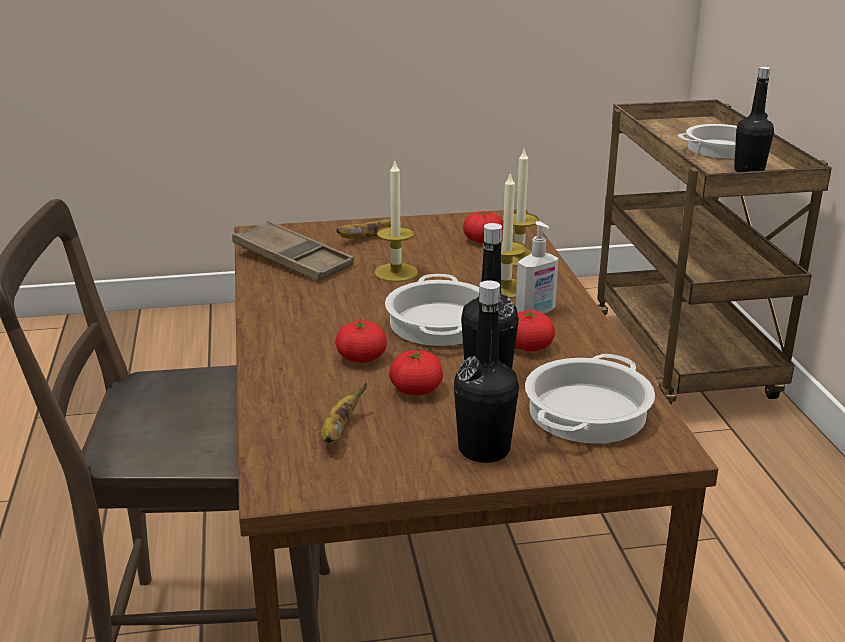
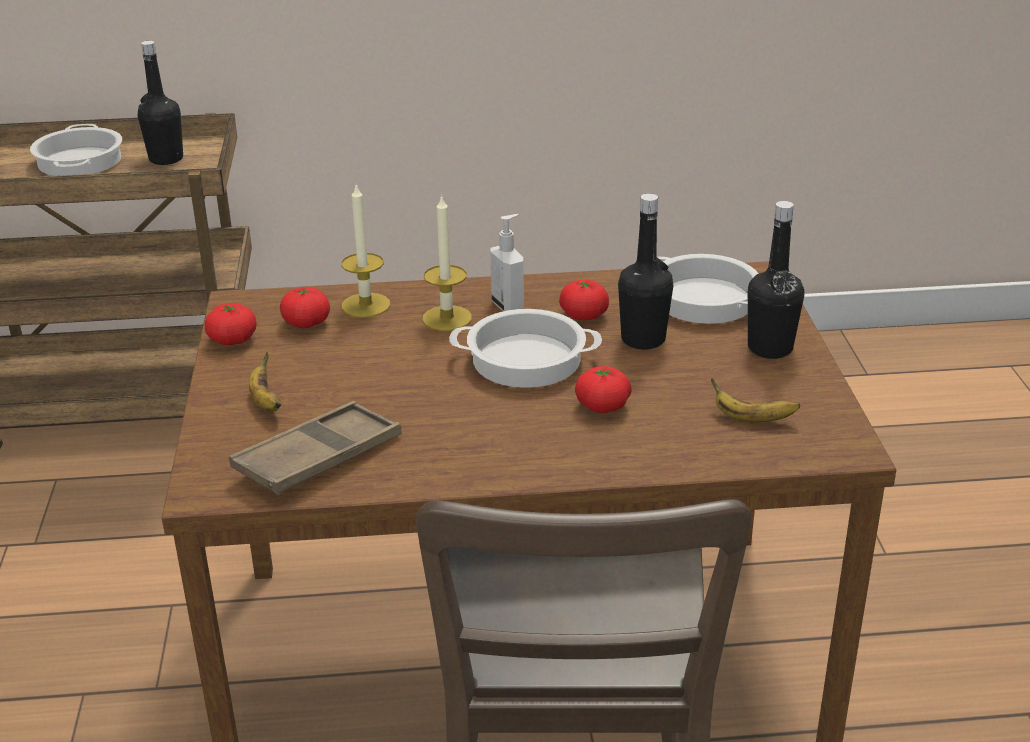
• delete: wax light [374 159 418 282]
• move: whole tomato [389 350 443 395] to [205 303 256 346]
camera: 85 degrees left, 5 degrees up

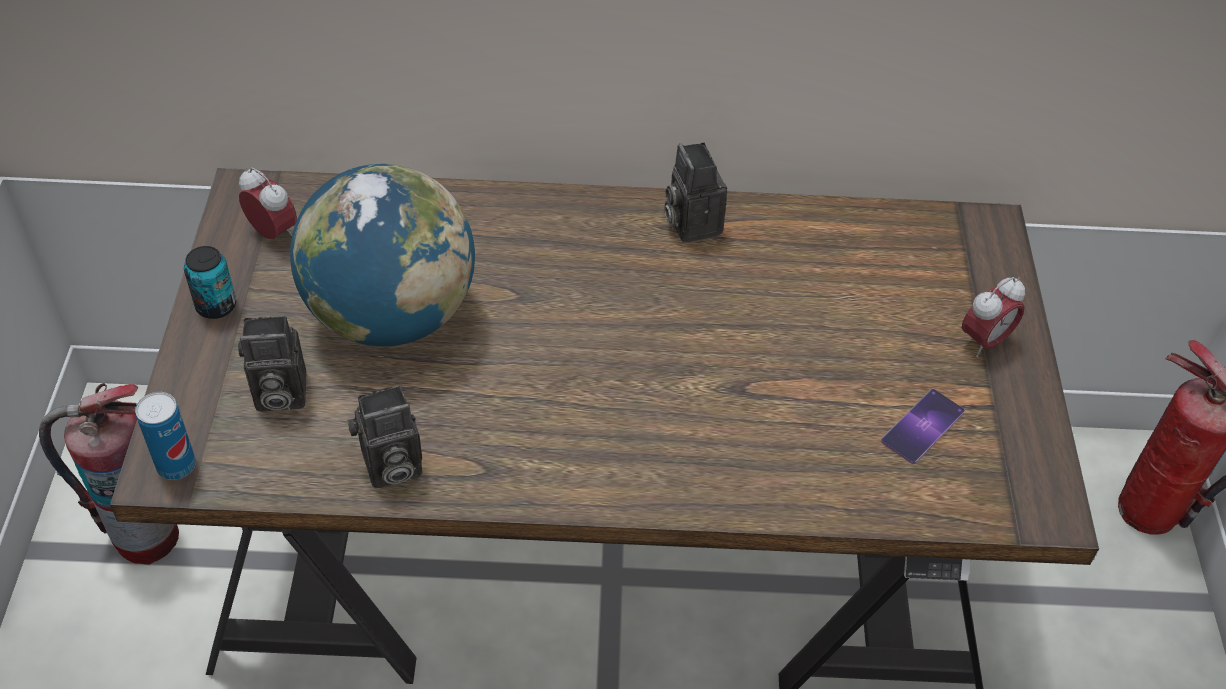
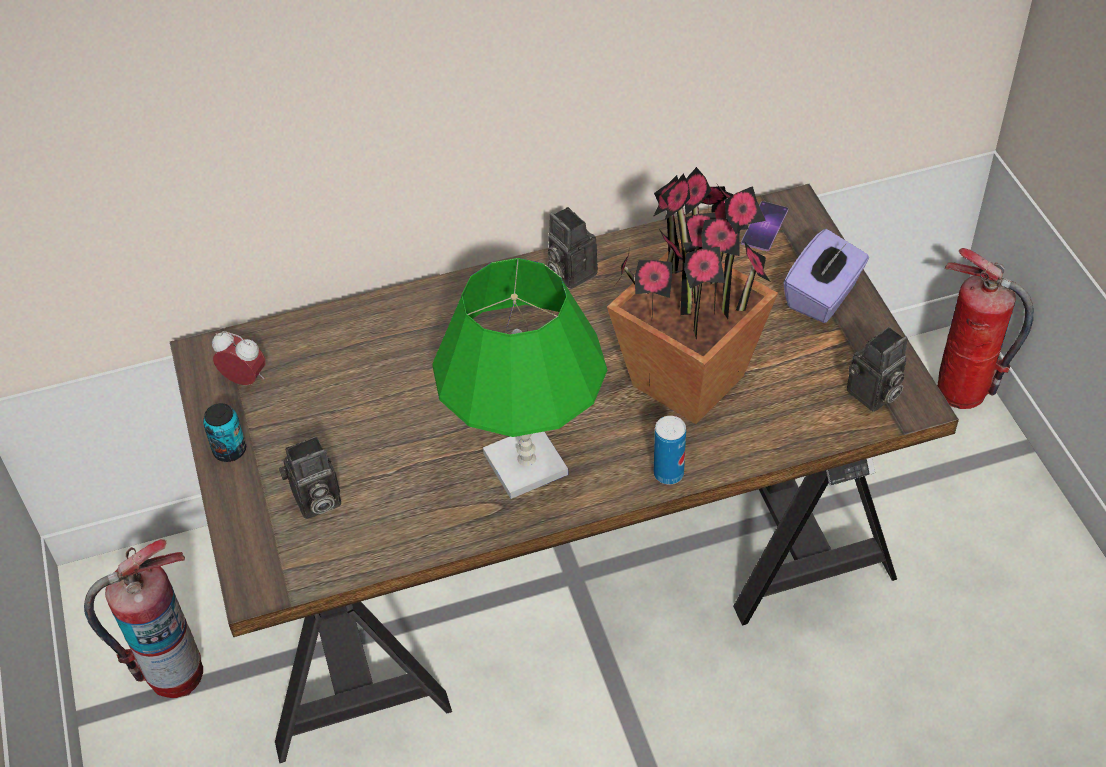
• delete: globe [290 164 475 347]
• insert: table lamp in green [432 258 607 499]
• insert: plant in a pot [607 167 778 424]
• move: sealed can [135 392 196 480] to [654 416 686 485]
• move: still camera [348 385 422 488] to [847 327 908 412]
• move: handset [881 389 965 464] to [741 201 788 251]
• replace: bedside clock [962 277 1025 357] to tissue holder in purple [783 229 869 323]
camera: 15 degrees left, 0 degrees up

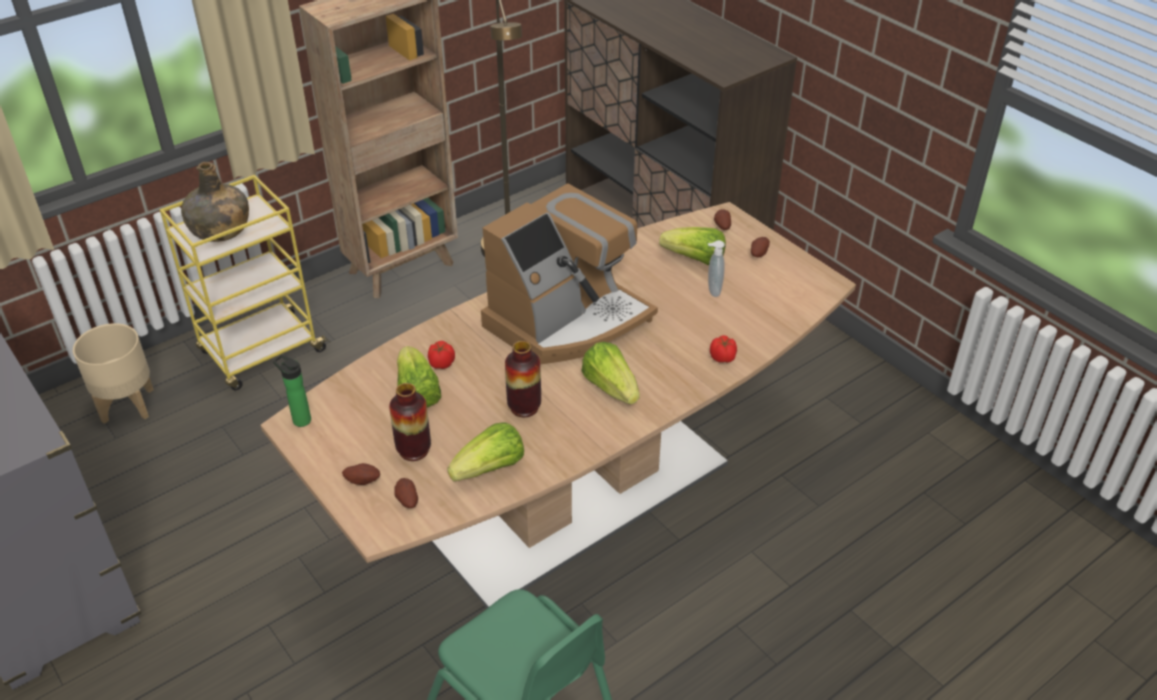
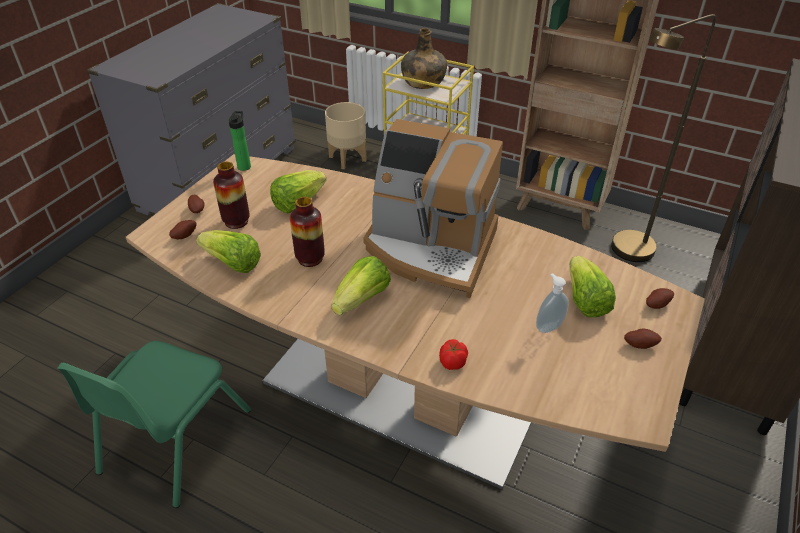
• delete: whole tomato [428 341 455 369]
camera: 65 degrees right, 0 degrees up

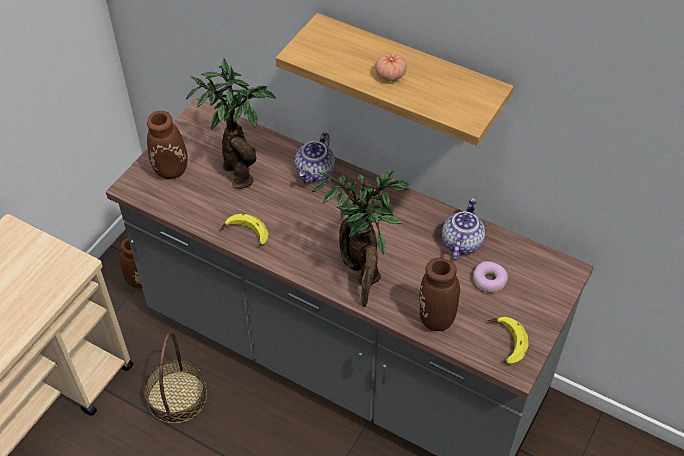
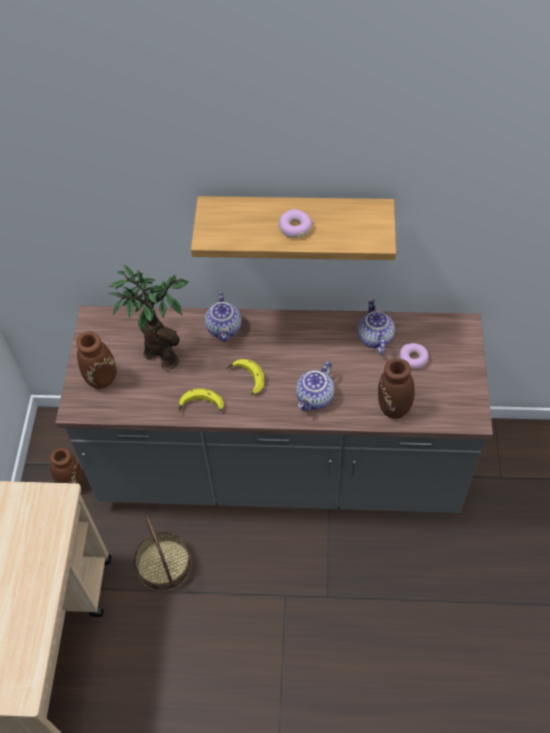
• move: banana fruit [488 317 529 364] to [226 359 264 394]
• replace: plant in a pot [312 170 409 307] to pot for tea [296 361 334 411]
• replace: whole tomato [375 53 407 81] to donut [279 209 312 238]
camera: 25 degrees left, 5 degrees up

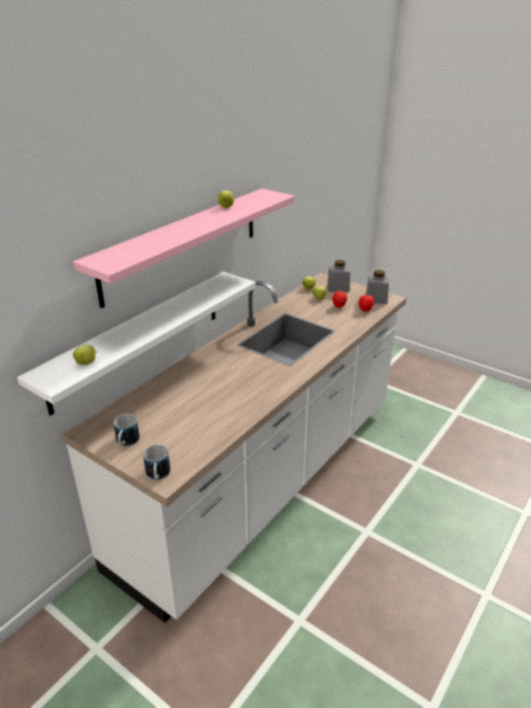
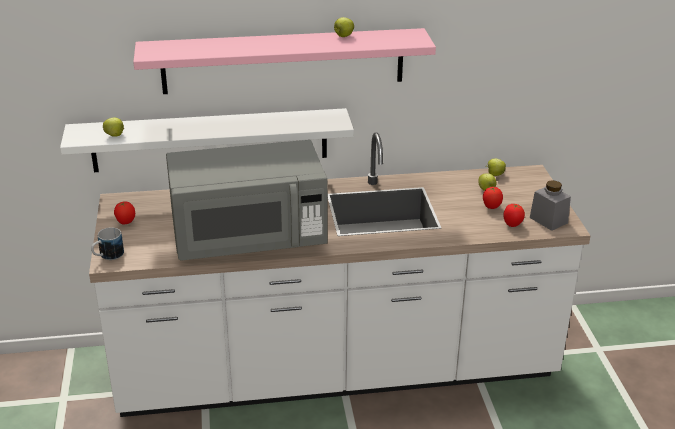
• delete: jar in grey [327 260 350 292]
• insert: microwave in grey [166 140 328 260]
• replace: coffee mug [114 414 140 446] to whole tomato [114 201 135 225]
camera: 45 degrees right, 0 degrees up

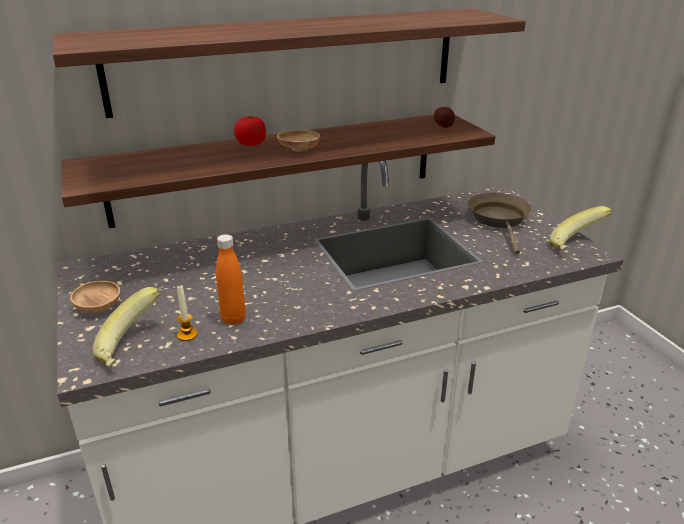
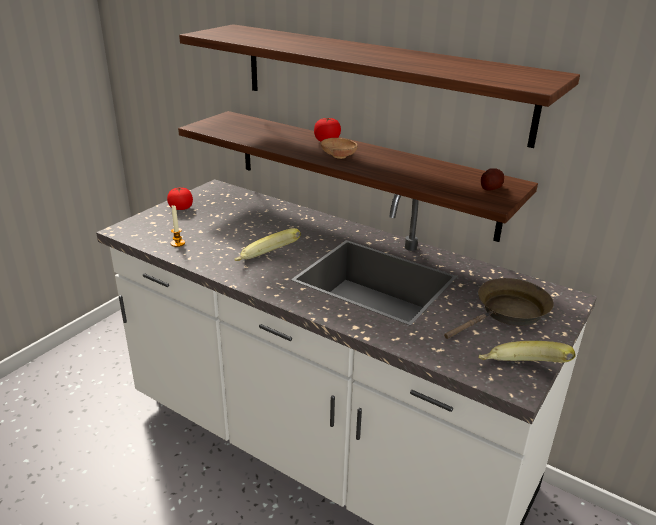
• delete: beverage bottle in orange-coloured [216 234 246 325]
• move: banana fruit [93 287 161 367] to [234 228 301 261]
• replace: bowl in brown-coloured [70 281 120 313] to whole tomato [167 187 193 210]
camera: 55 degrees right, 0 degrees up

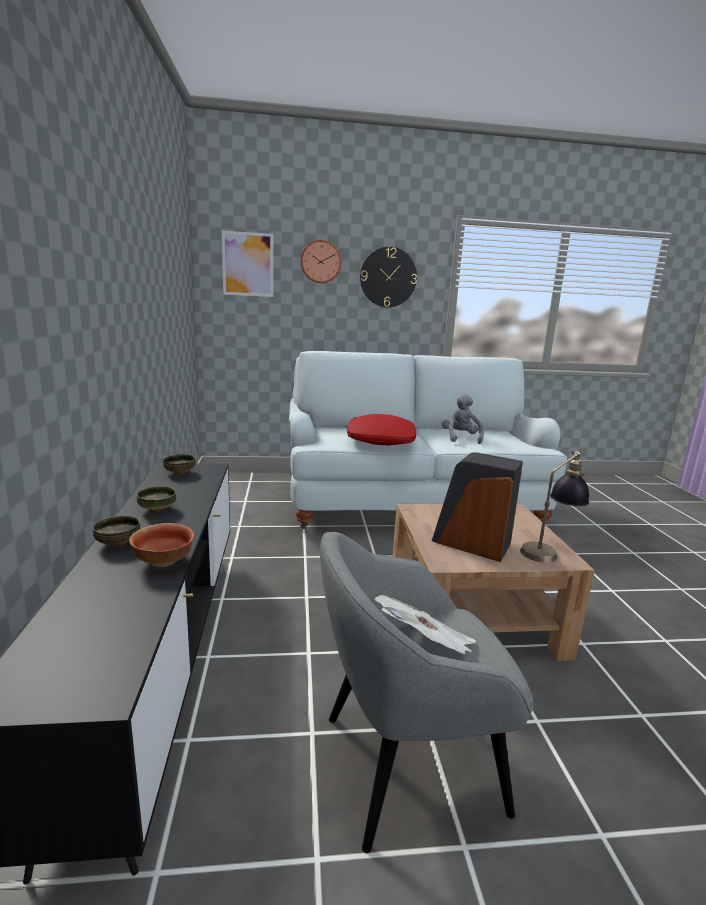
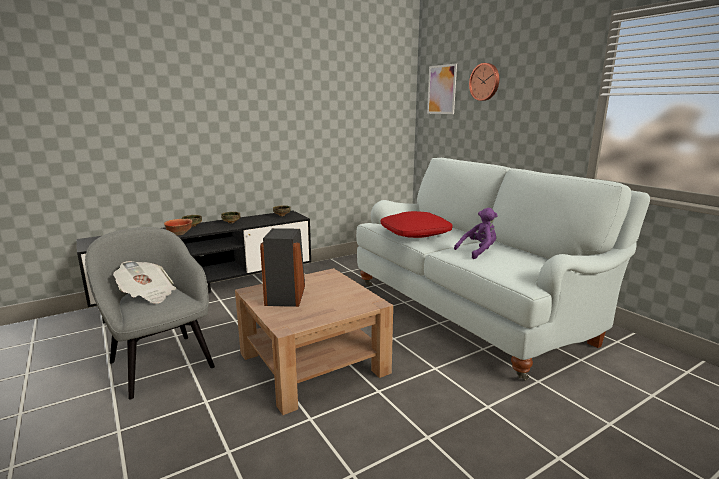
• delete: hanging clock [360 247 417 307]
• delete: table lamp [520 450 589 563]
• recolor: soft toy in grey [442 394 484 444] to soft toy in purple [454 208 498 259]
camera: 65 degrees right, 0 degrees up

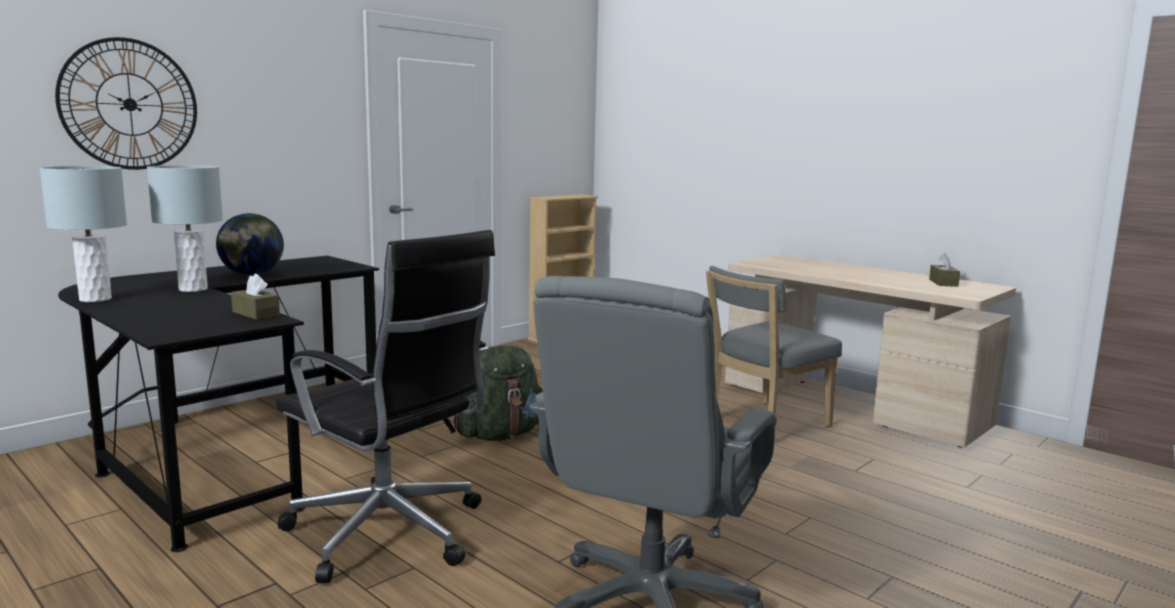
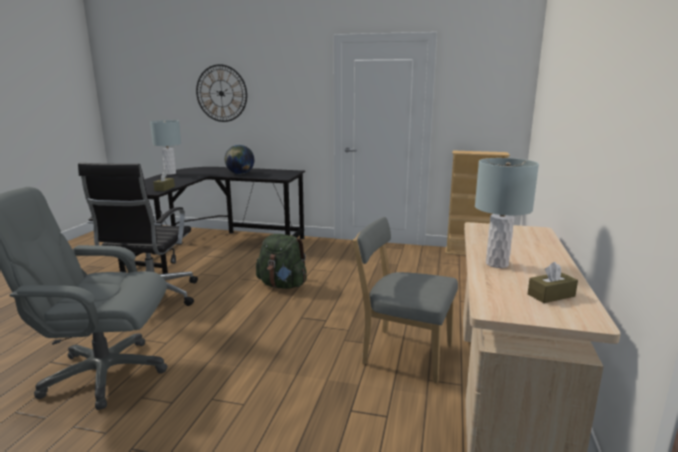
• move: table lamp in grey [147 165 223 292] to [475 158 539 268]
camera: 60 degrees right, 5 degrees up

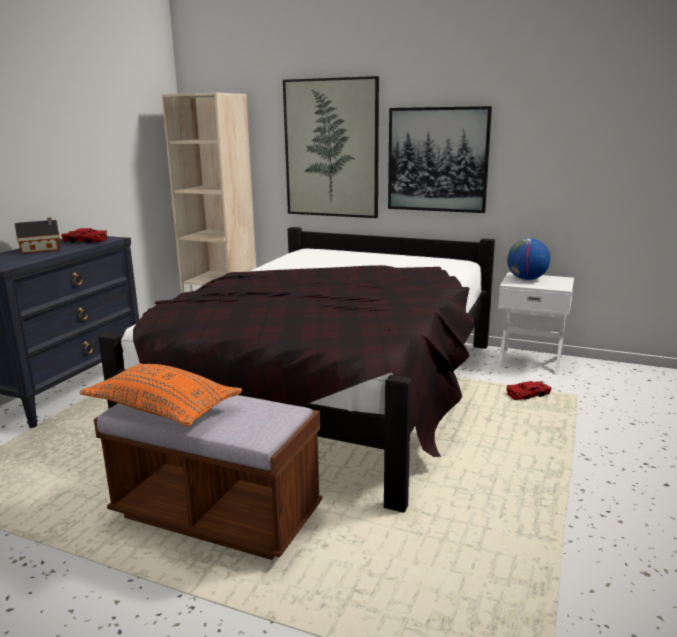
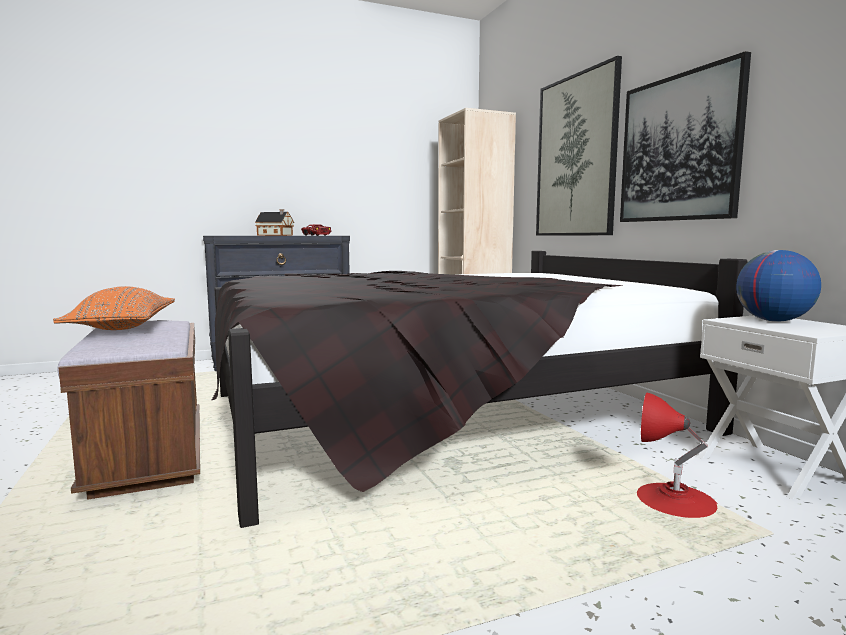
• replace: miniature car in red-coloured [506 381 552 400] to table lamp in red-coloured [637 392 717 518]
camera: 45 degrees right, 10 degrees down

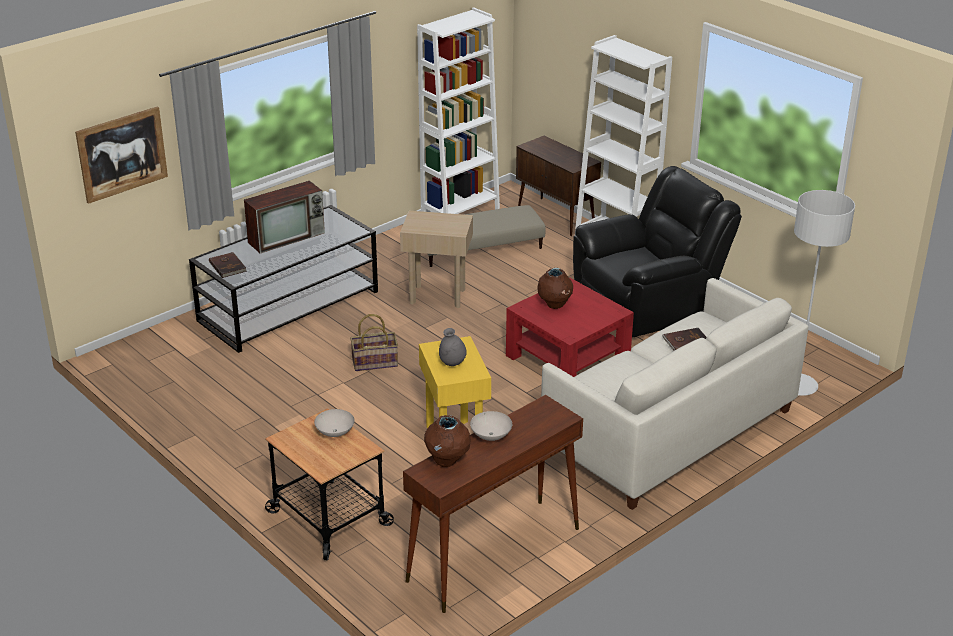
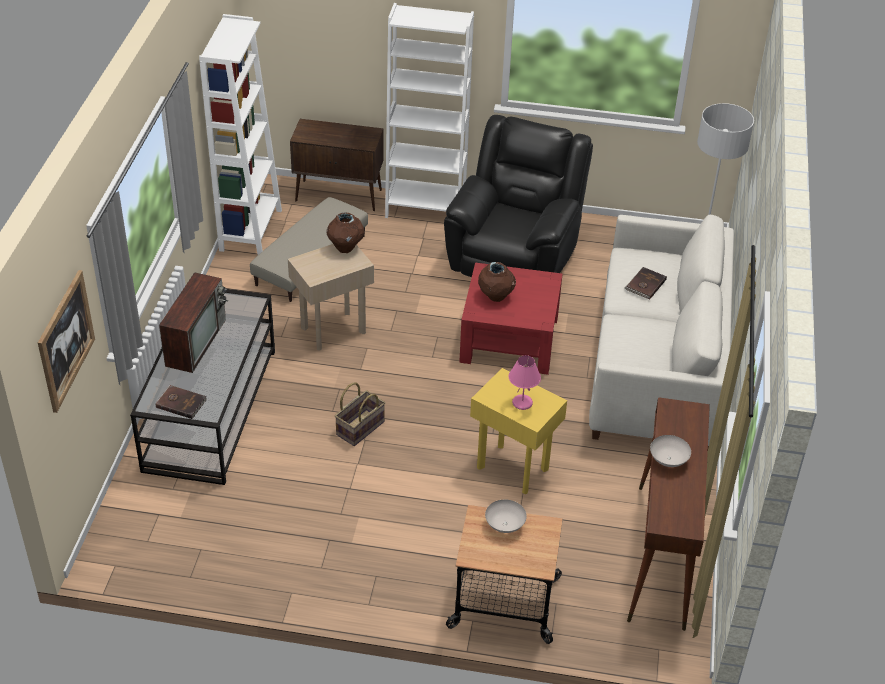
• move: flower vase in brown-coloured [424 415 470 467] to [327 212 364 253]
• replace: flower vase in grey [439 328 467 366] to table lamp in pink [509 355 541 410]
camera: 40 degrees left, 10 degrees up

